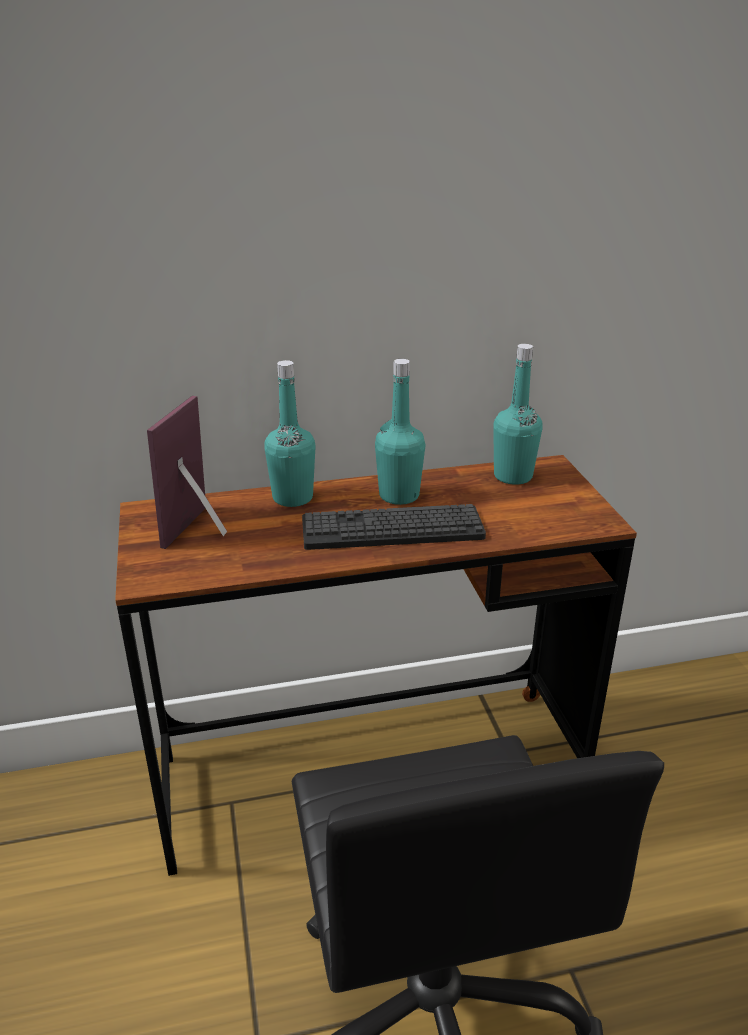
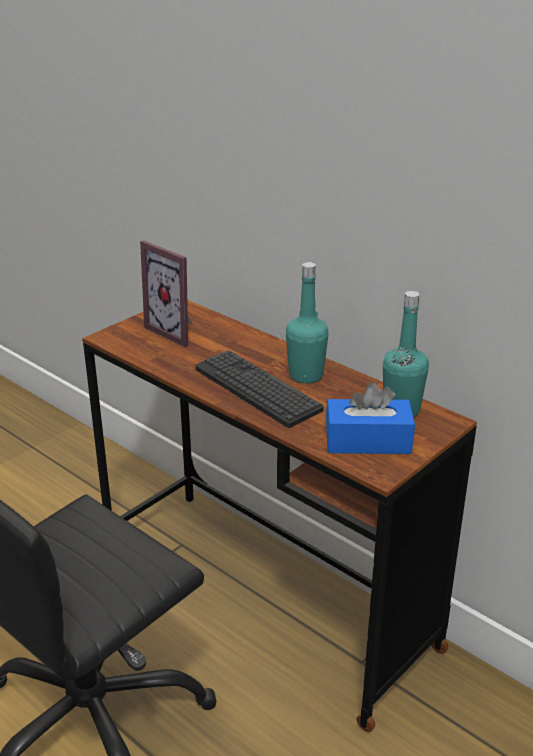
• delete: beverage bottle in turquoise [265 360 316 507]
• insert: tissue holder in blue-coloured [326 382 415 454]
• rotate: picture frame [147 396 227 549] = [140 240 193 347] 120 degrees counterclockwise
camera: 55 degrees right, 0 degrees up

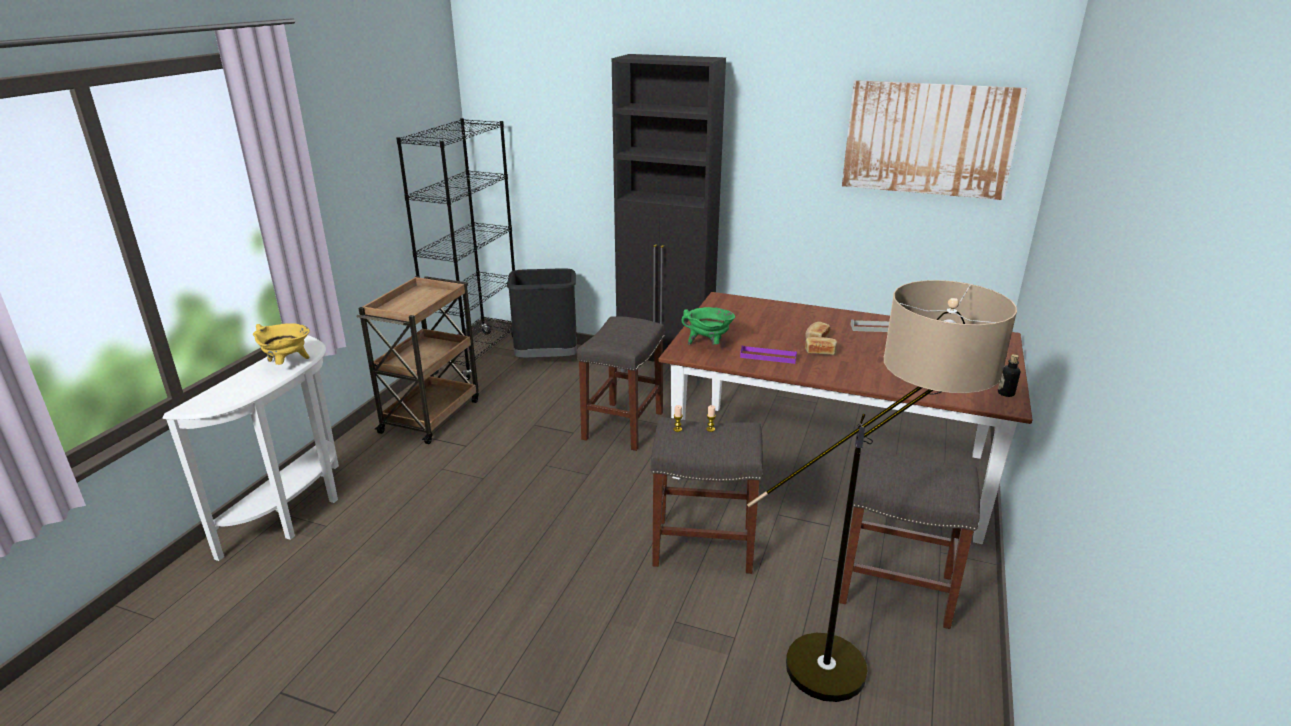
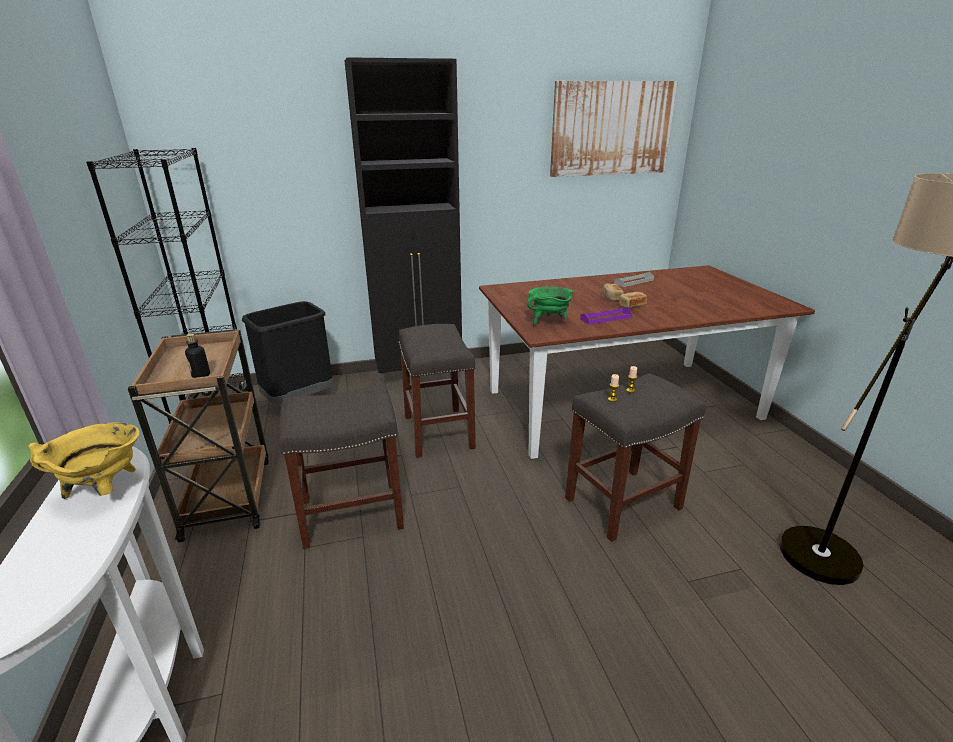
• move: sitting stool in grey [839 447 980 629] to [279 384 404 549]
• move: beverage bottle [998 354 1021 397] to [185 334 210 378]
camera: 35 degrees left, 0 degrees up

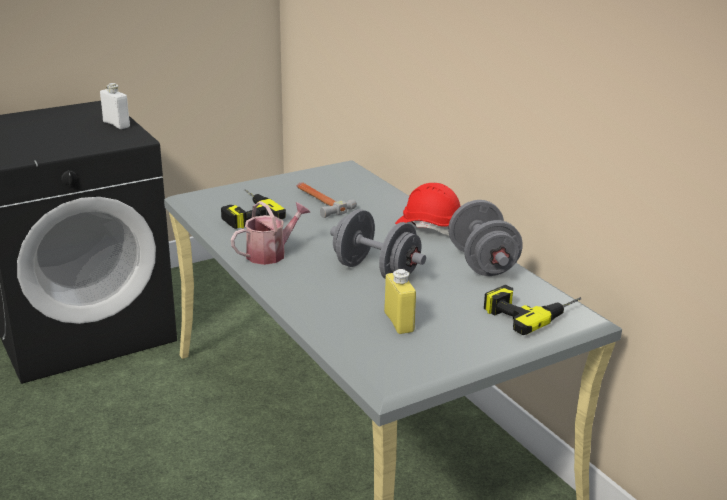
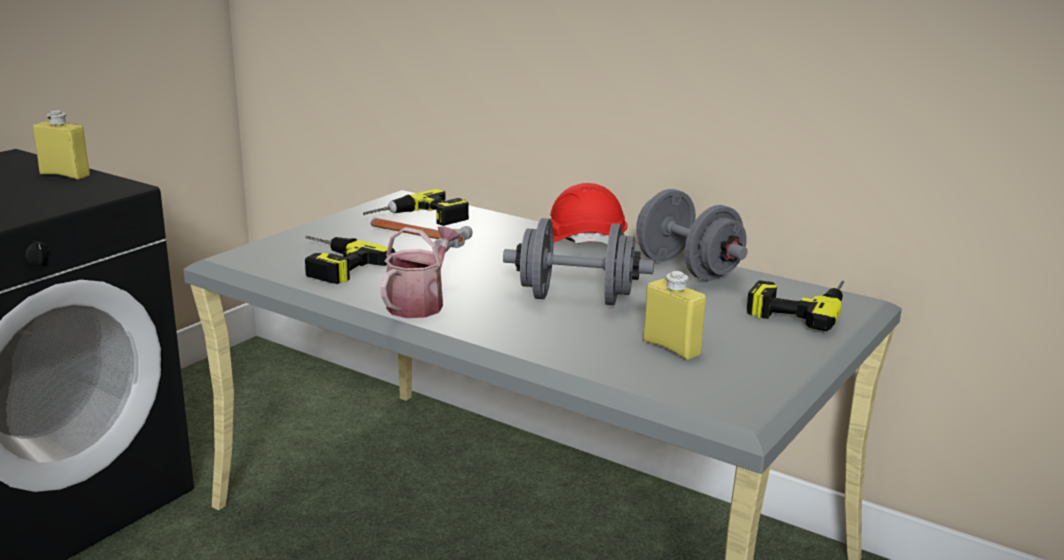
• insert: electric drill [363 189 469 226]
• recolor: beverage bottle in white [100 83 130 129] to beverage bottle in yellow [33 110 90 179]
camera: 25 degrees left, 5 degrees down

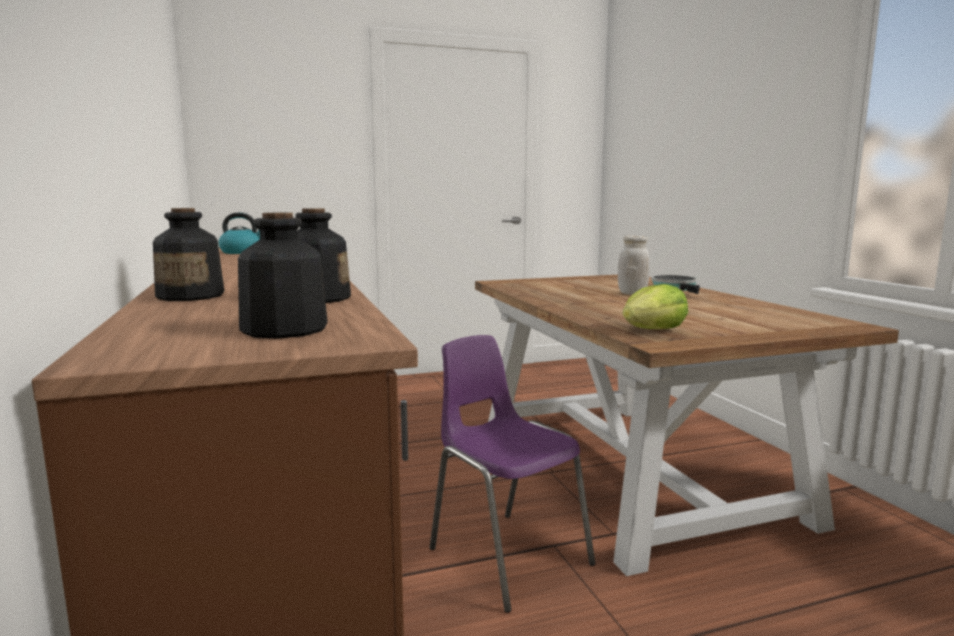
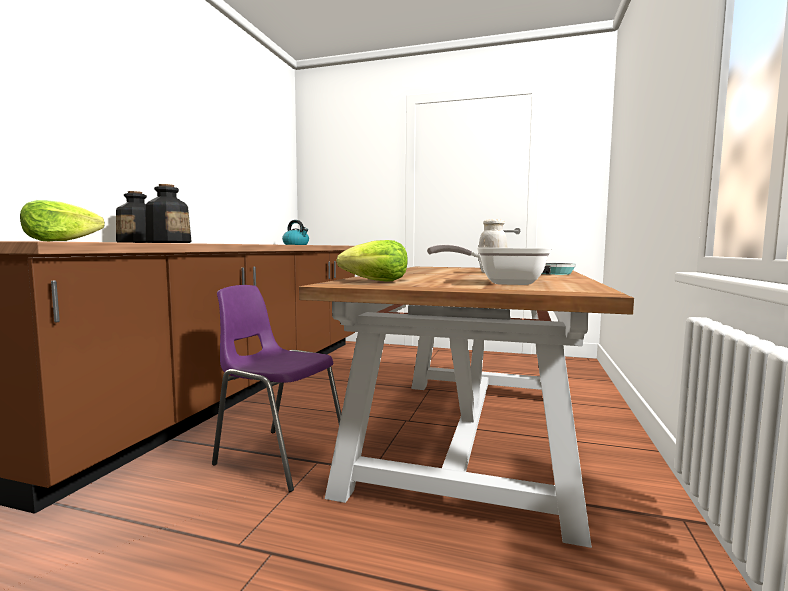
• insert: skillet [427 244 552 285]
• replace: beverage bottle [238 213 328 339] to head of lettuce [20 200 105 241]
• rotate: chair in purple [430 335 595 613] = [212 285 341 492] 60 degrees counterclockwise
camera: 35 degrees right, 5 degrees down

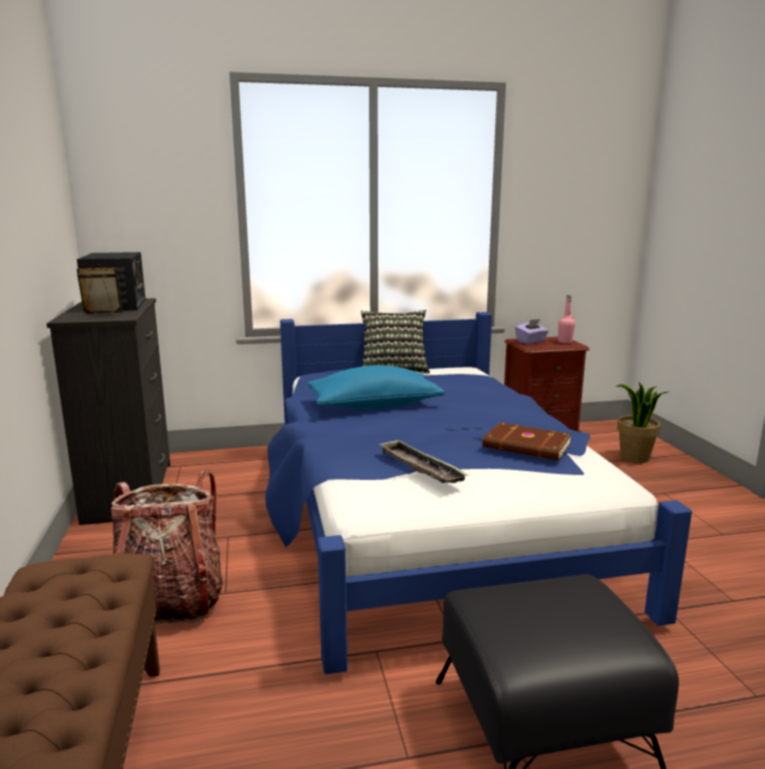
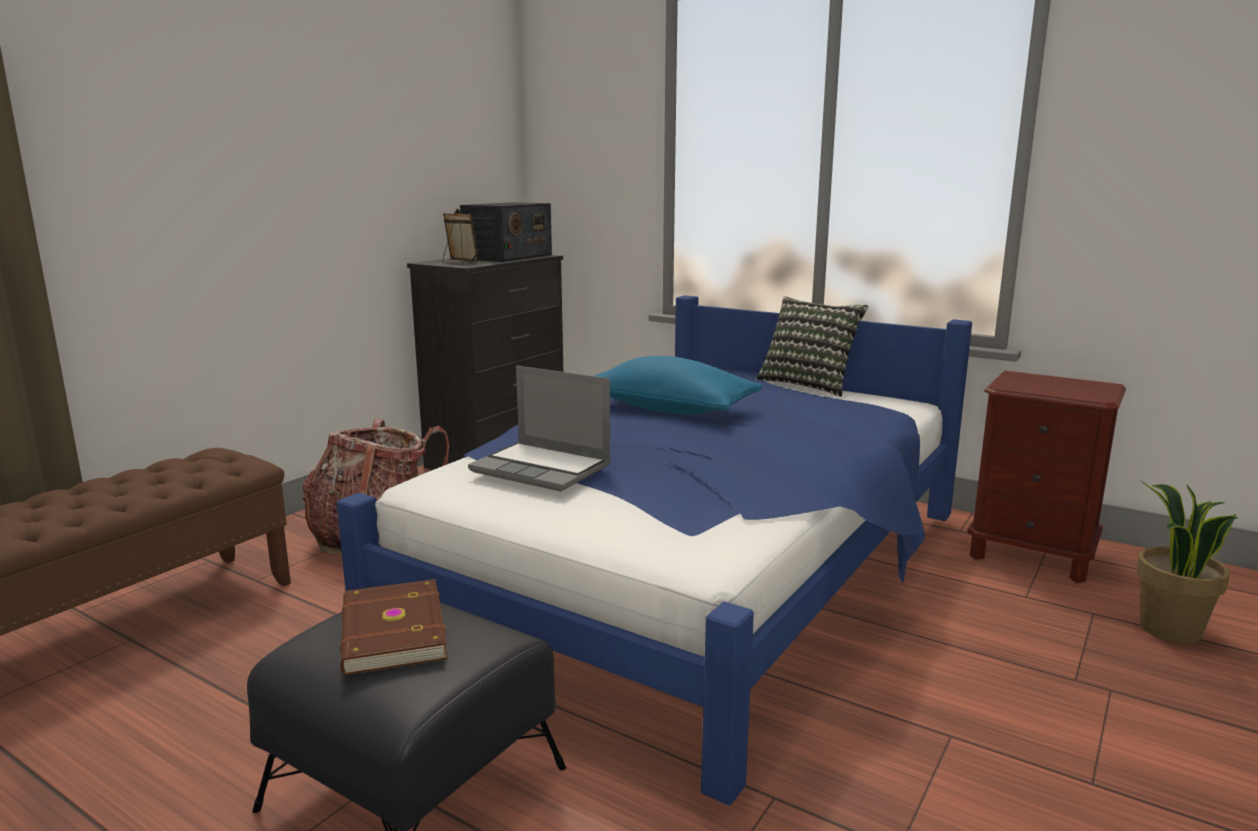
• delete: tissue holder in purple [515 319 549 344]
• delete: beverage bottle in pink [558 295 575 343]
• move: bound book in brown-coloured [482 422 572 460] to [340 579 448 675]
• replace: tray [378 440 469 483] to laptop [468 365 611 492]
camera: 45 degrees right, 0 degrees up

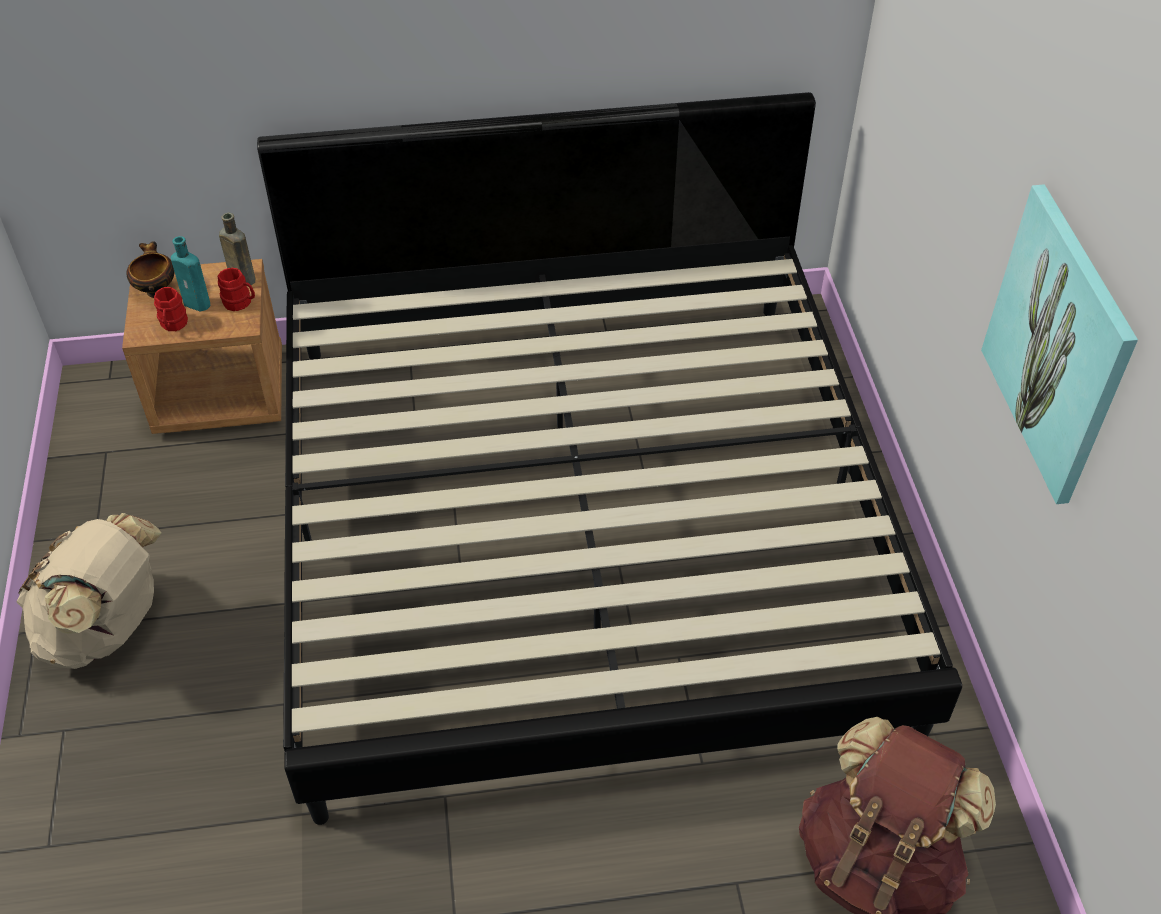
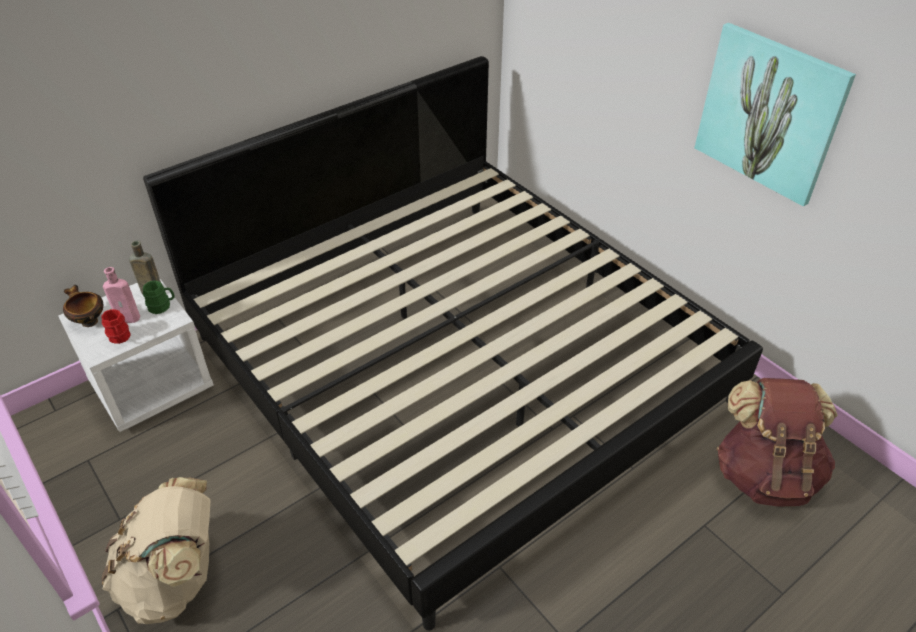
• recolor: night table in brown-coloured [122 259 282 434] to night table in white [58 279 214 432]
• recolor: beverage bottle in turquoise [171 236 210 312] to beverage bottle in pink [103 267 140 323]
• recolor: coffee mug in red-coloured [218 267 255 311] to coffee mug in green [143 280 175 314]
camera: 30 degrees left, 5 degrees down

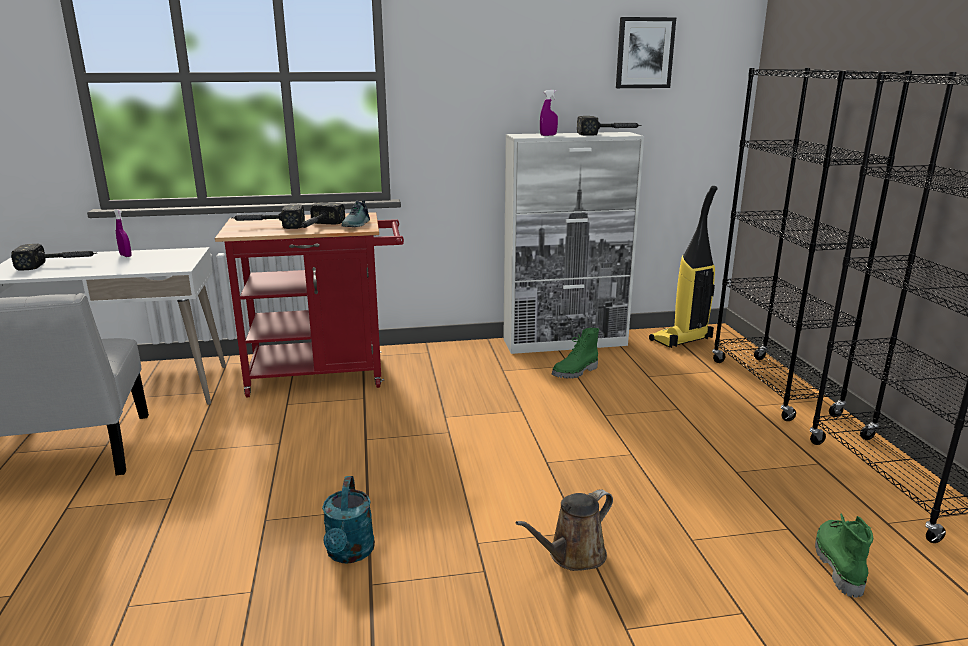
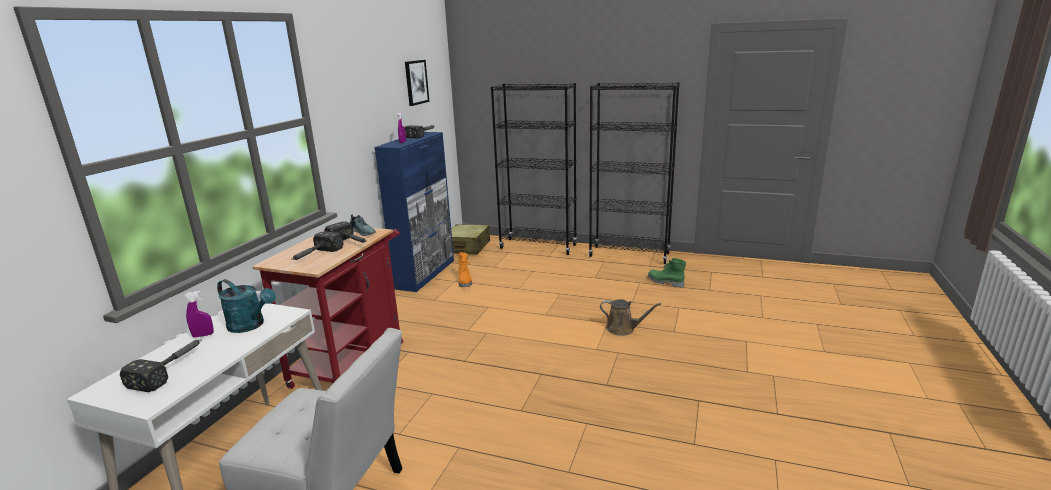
• move: watering can in turquoise [322 476 375 563] to [217 279 276 333]
• replace: vacuum [649 186 718 348] to travel case in sand-coloured [451 224 490 254]
• recolor: storage cabinet in white [503 132 644 354] to storage cabinet in blue-coloured [375 132 454 292]
• recolor: tall boot in green [552 328 599 379] to tall boot in orange-coloured [457 252 472 287]
• rotate: watering can in brown-coloured [516 489 613 571] = [600 299 661 336] 60 degrees counterclockwise
camera: 60 degrees left, 0 degrees up

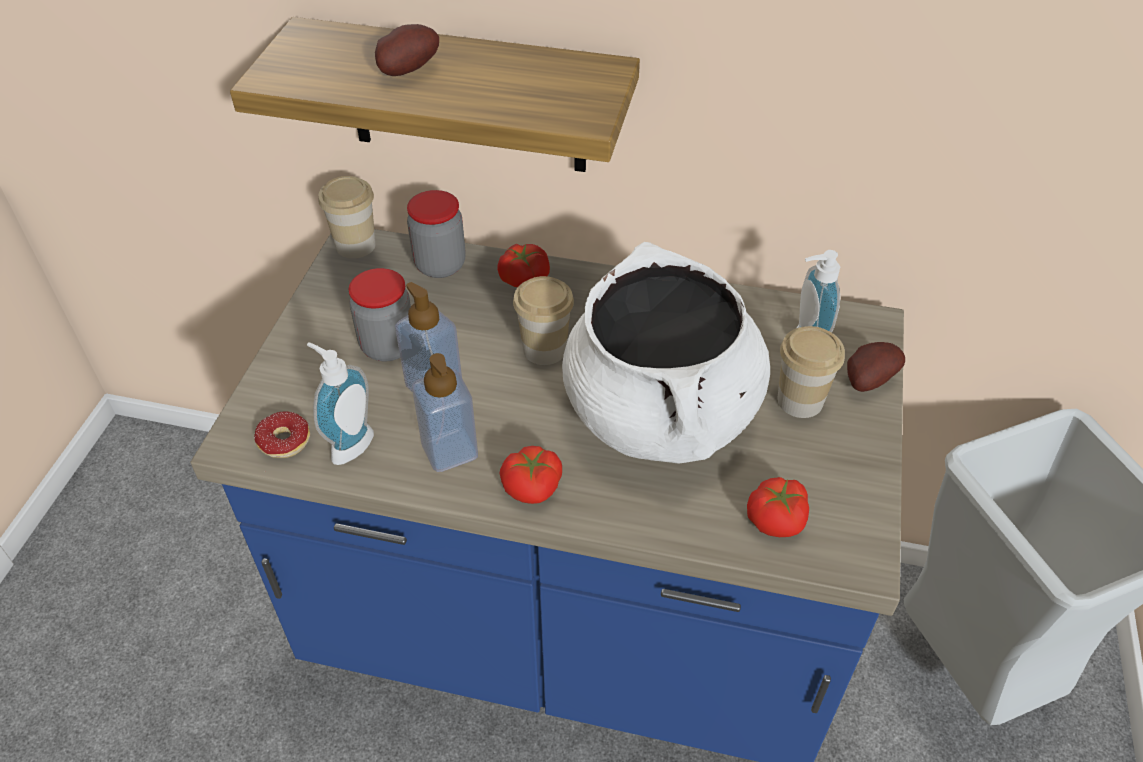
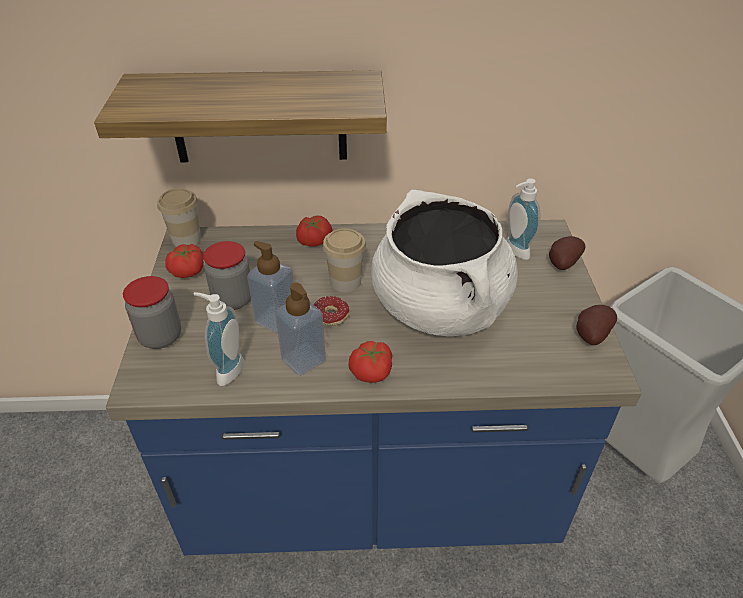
• delete: drinking cup [777 326 845 418]
• move: donut [254 411 310 458] to [314 296 349 326]
• move: whole potato [375 24 439 76] to [576 305 617 345]
• move: jar [407 190 466 278] to [123 276 181 349]
• move: whole tomato [747 477 809 537] to [165 244 204 278]
camera: 15 degrees left, 5 degrees down

